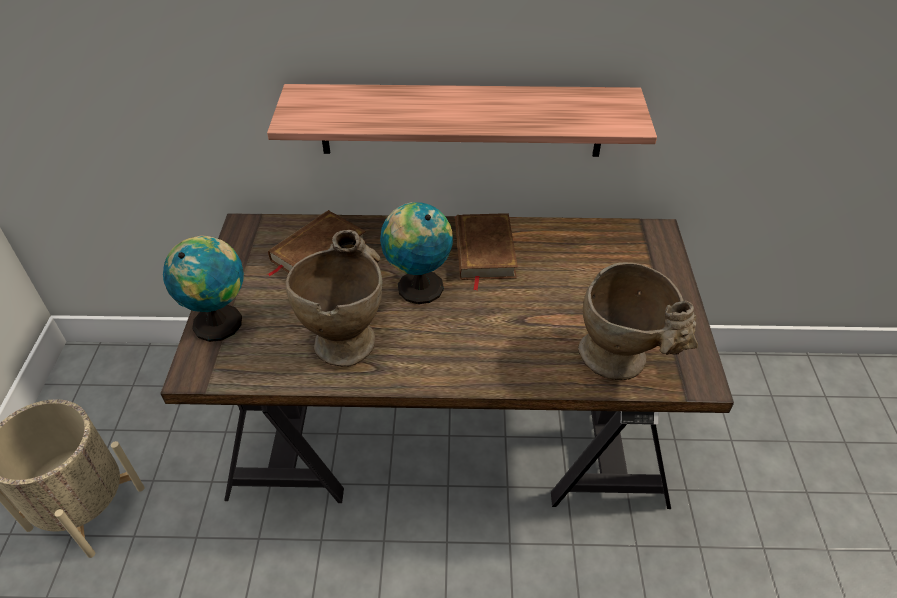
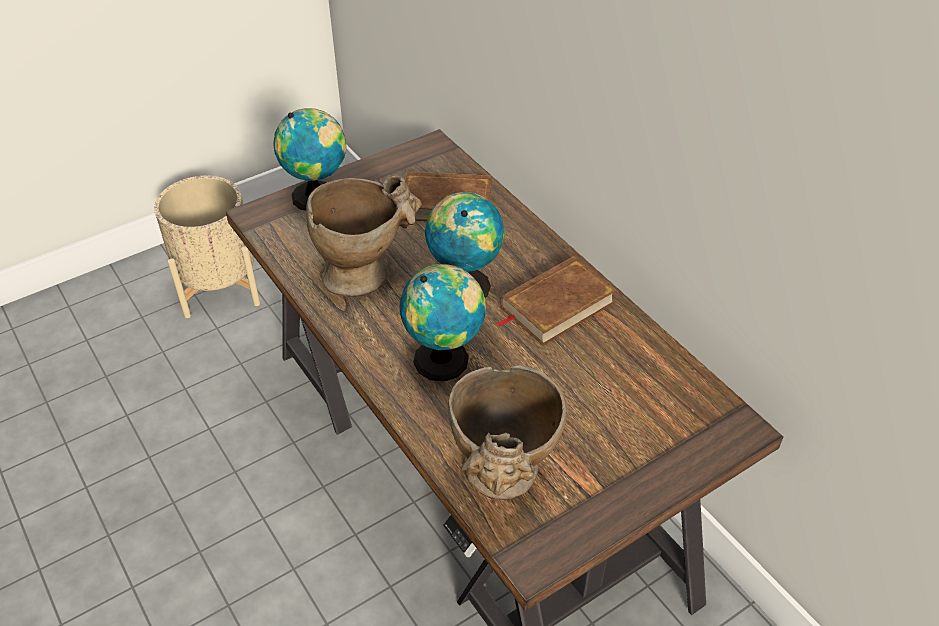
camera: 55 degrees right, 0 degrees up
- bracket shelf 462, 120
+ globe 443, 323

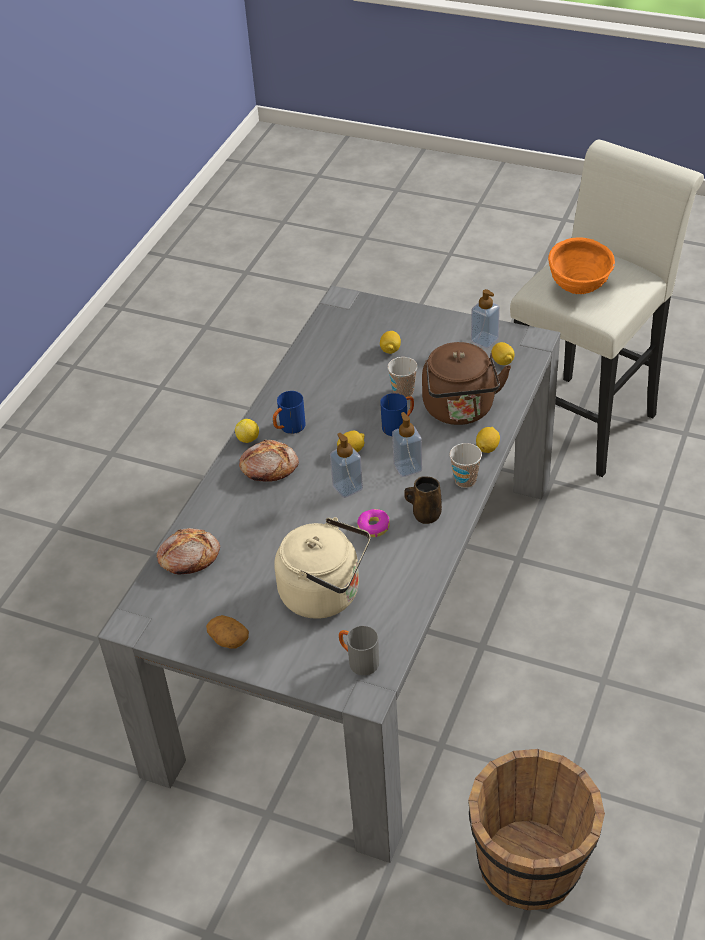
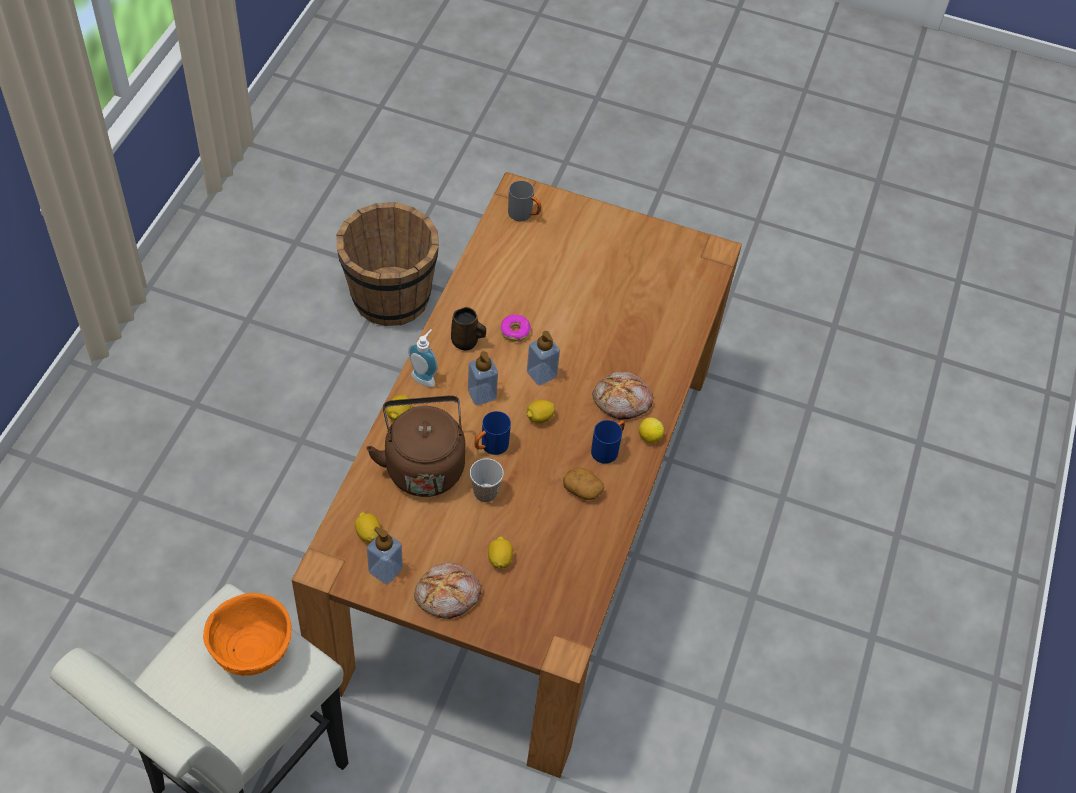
camera: 170 degrees right, 10 degrees up
~ gray dining table 329, 574 to brownish dining table 517, 475
~ cup 466, 465 to soap dispenser 423, 358
- beige kettle 322, 568
~ bakery bread 188, 551 to 447, 591
~ whole potato 227, 632 to 583, 483

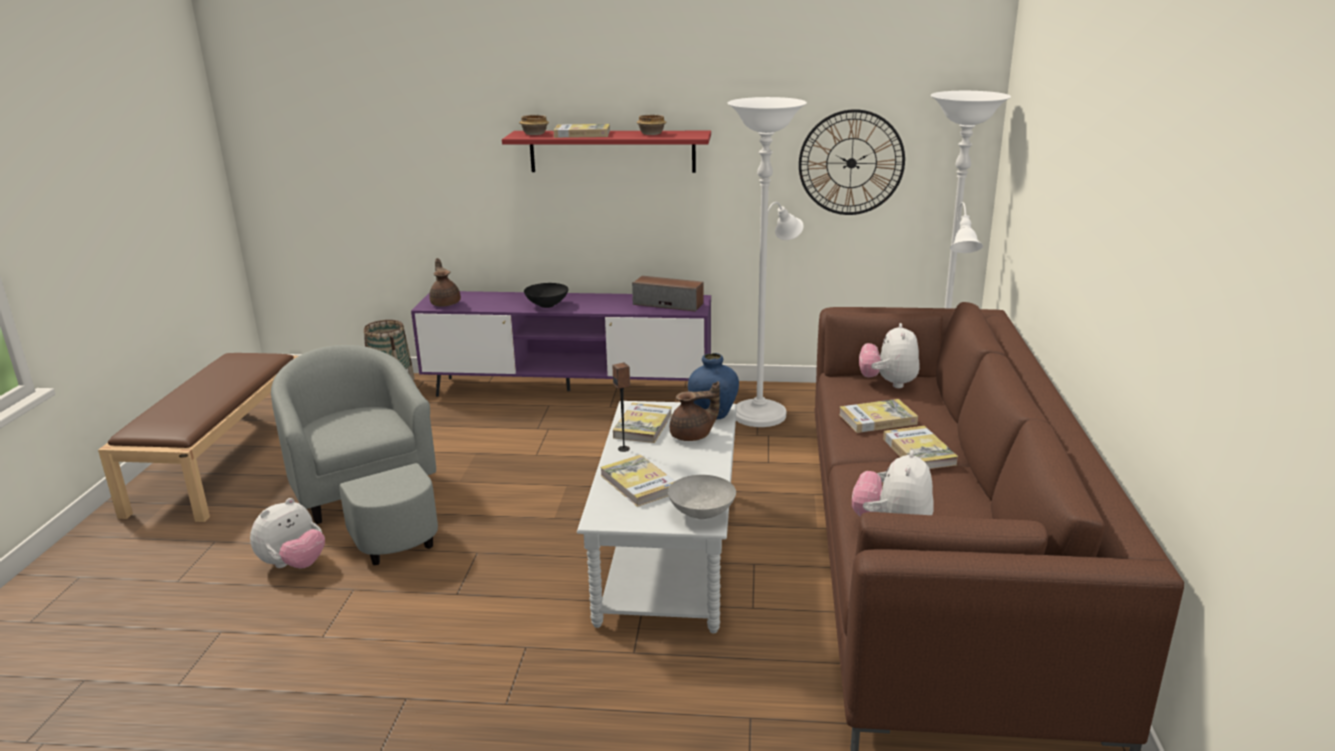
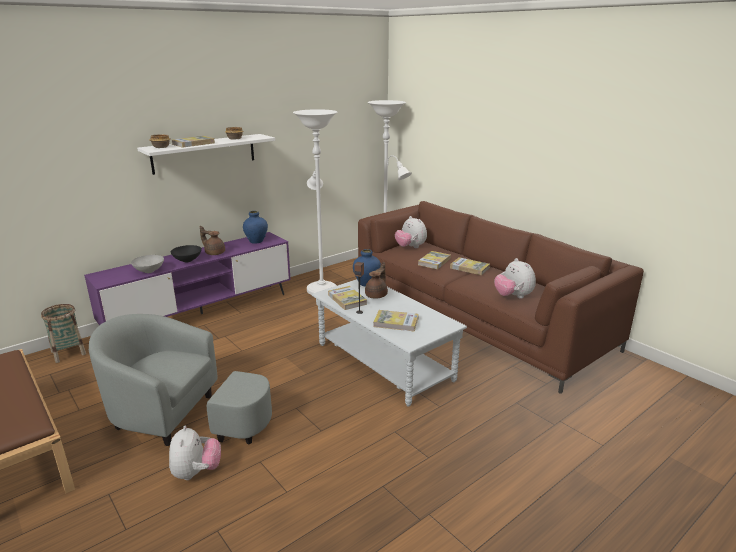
camera: 45 degrees left, 0 degrees up
- wall clock 852, 162
~ reddish bracket shelf 606, 152 to white bracket shelf 206, 154
~ brownish tea pot 445, 282 to 212, 240
~ speaker 667, 294 to blue-coloured flower vase 255, 227
~ gray deep dish 702, 497 to 147, 264

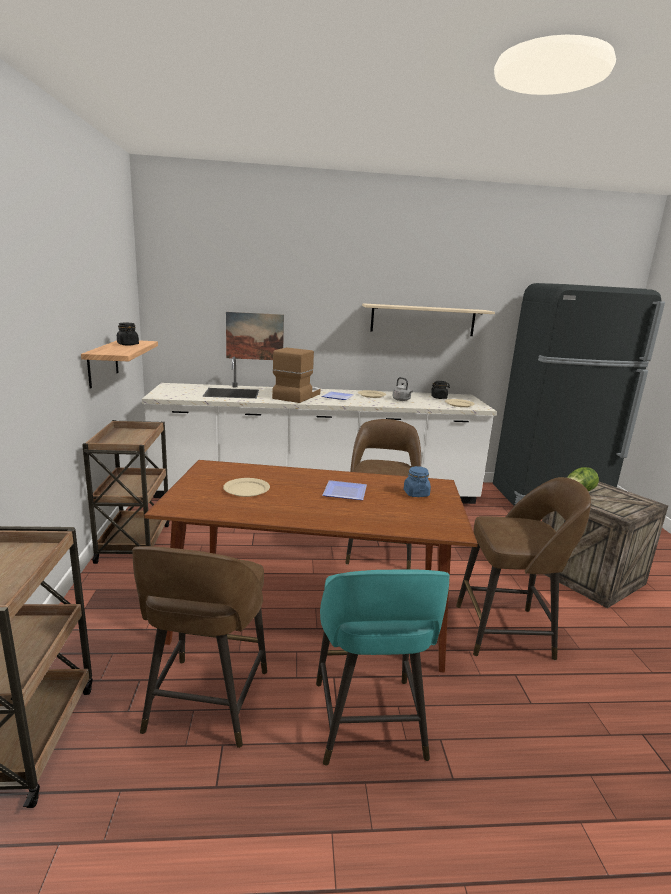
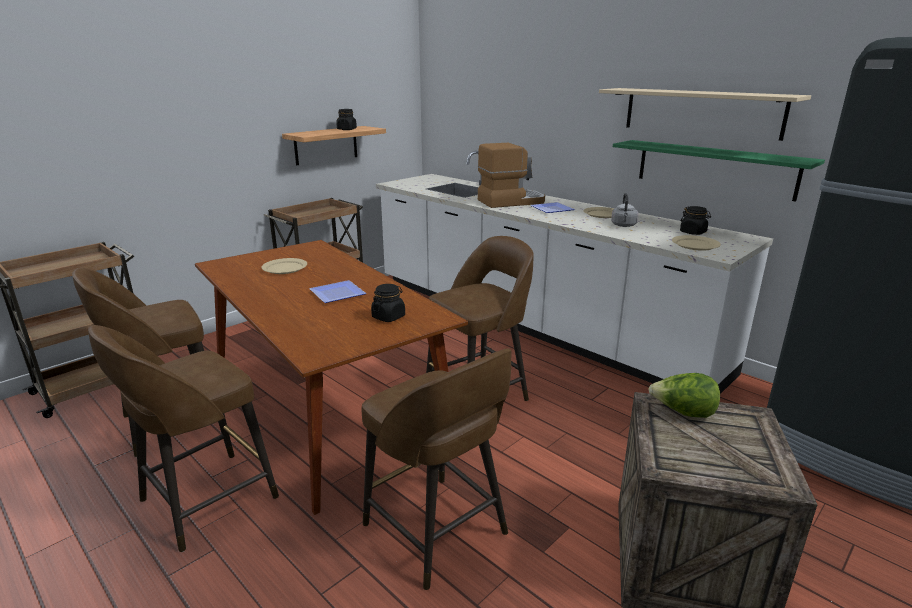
camera: 50 degrees right, 5 degrees up
- wall picture 255, 336
~ blue-coloured jar 417, 481 to blackish jar 388, 303
~ blue-green stool 383, 667 to brownish stool 183, 438
+ greenish bracket shelf 719, 170

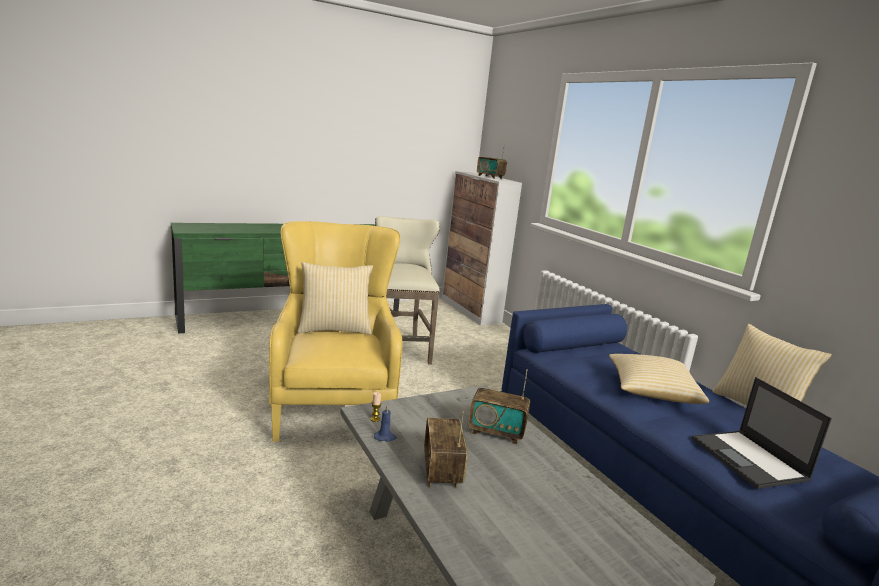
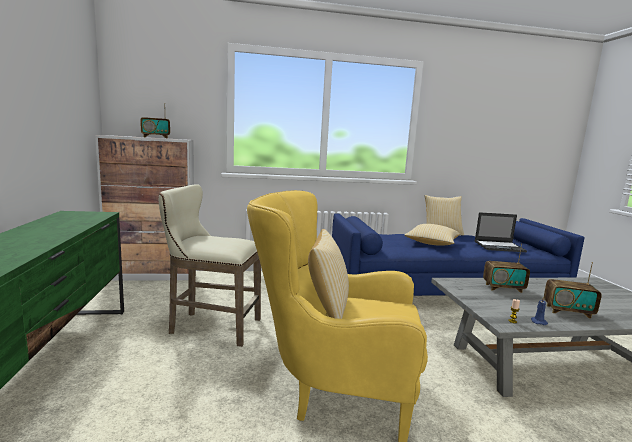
camera: 70 degrees left, 5 degrees down
~ radio set 499, 406 = 506, 268 60 degrees clockwise

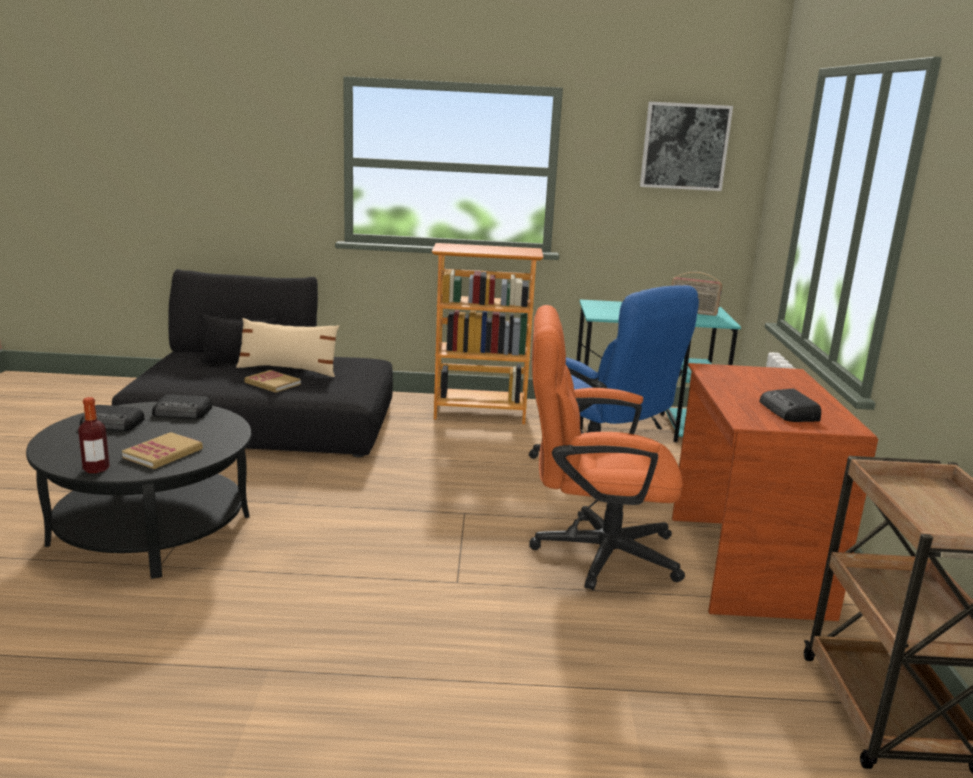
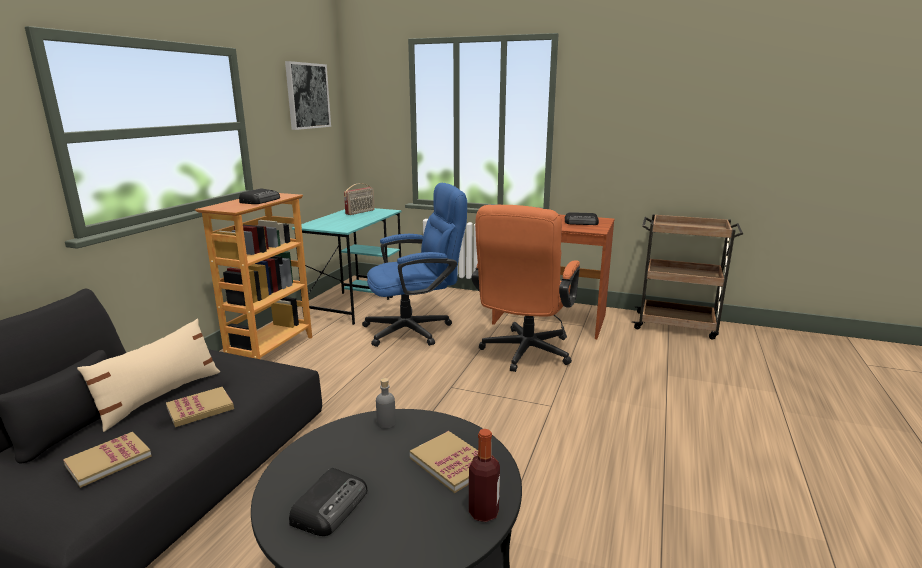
camera: 70 degrees left, 0 degrees up
~ radio set 182, 406 to 259, 196
+ gray drink bottle 386, 403
+ book 107, 460

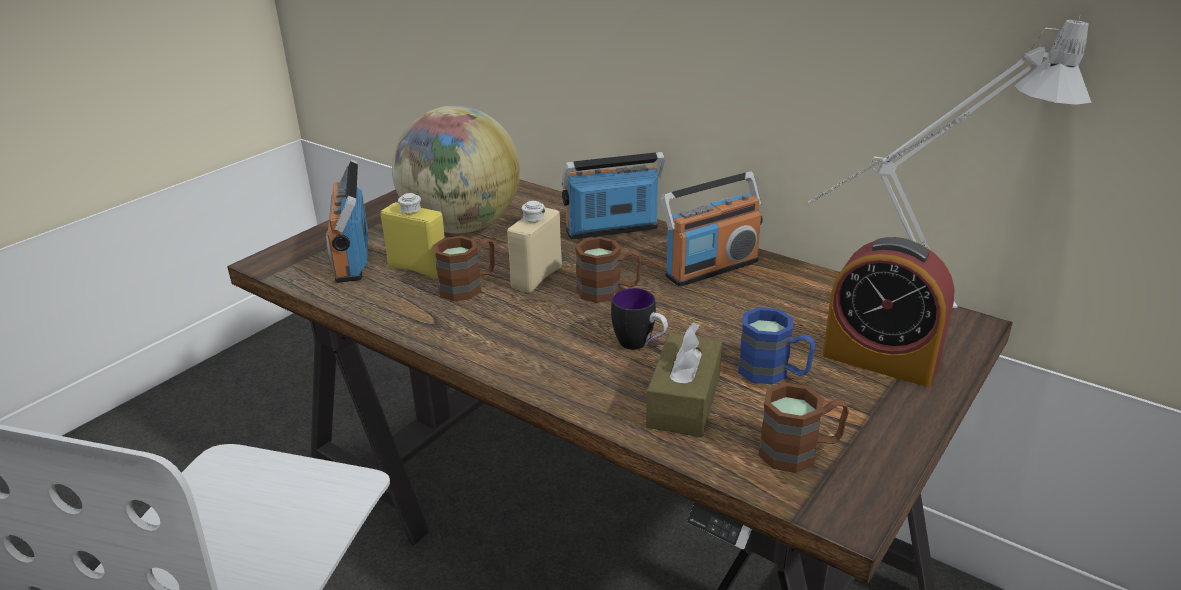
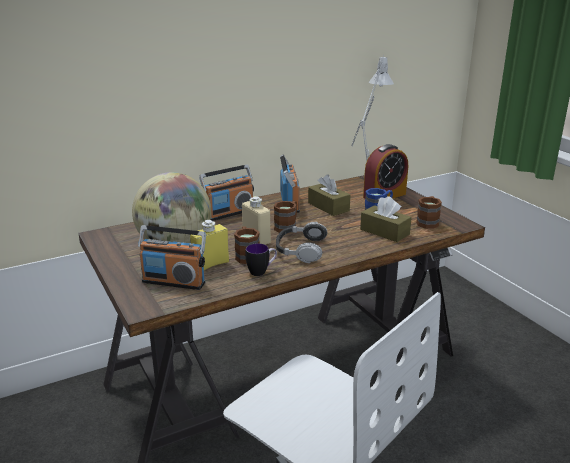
camera: 65 degrees left, 5 degrees down
~ radio set 613, 196 = 226, 192 135 degrees counterclockwise
~ coffee mug 639, 319 to 261, 259
+ brownish tissue box 329, 195
+ headset 302, 242

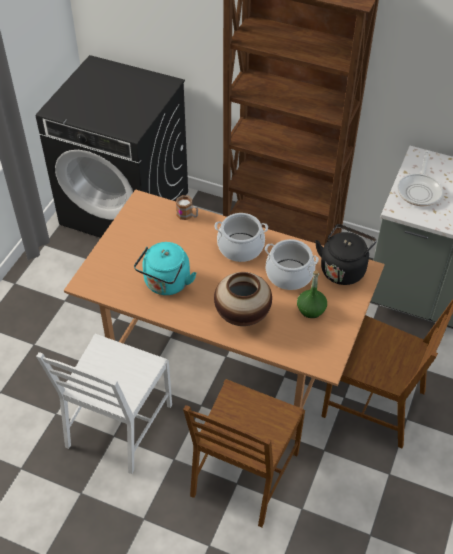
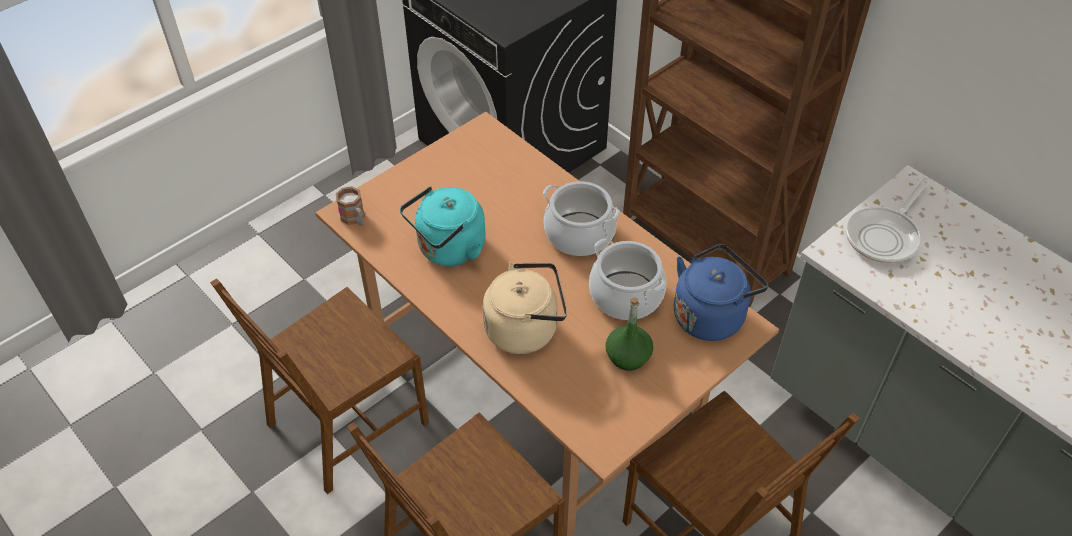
camera: 25 degrees right, 0 degrees up
~ coffee mug 187, 207 to 350, 206
~ blackish kettle 346, 254 to blue-coloured kettle 721, 292
~ flower vase 243, 299 to beige kettle 525, 308
~ white chair 104, 404 to brownish chair 319, 386

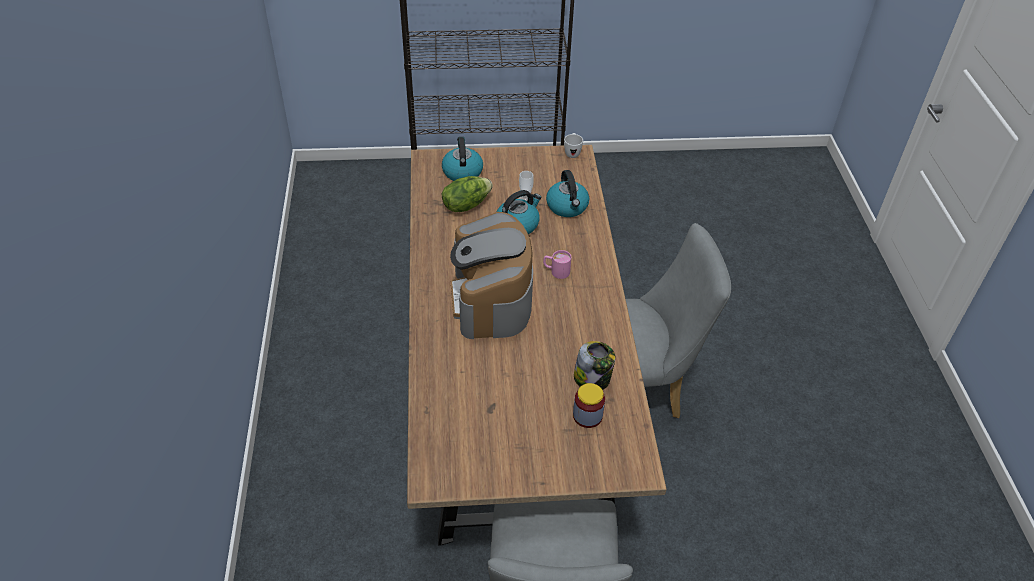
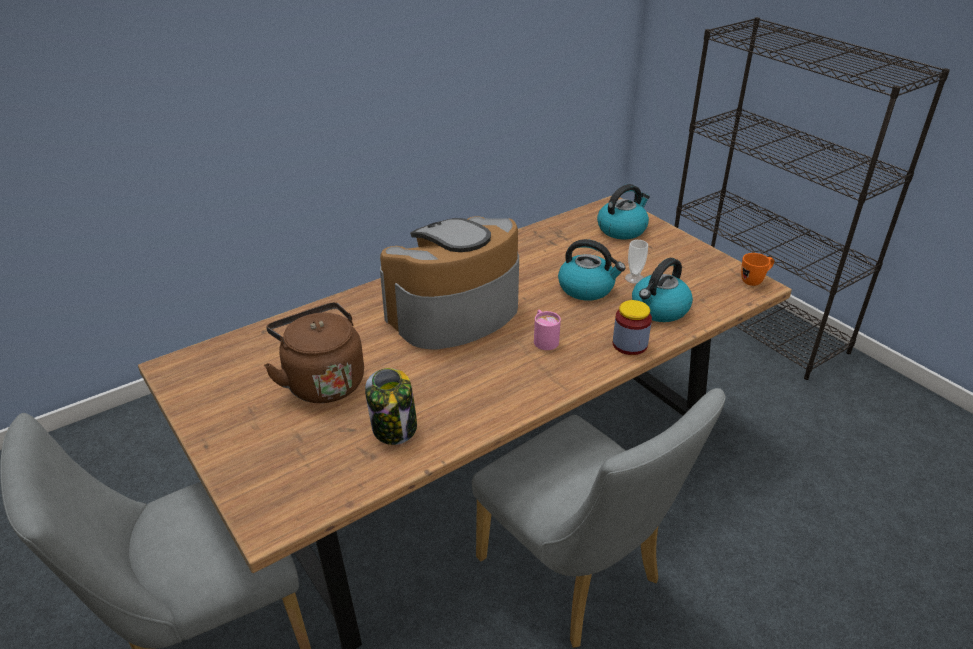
camera: 60 degrees right, 10 degrees down
~ white coffee mug 573, 145 to orange coffee mug 757, 269
- lettuce head 467, 194
~ jar 589, 405 to 632, 327
+ brownish kettle 314, 352

